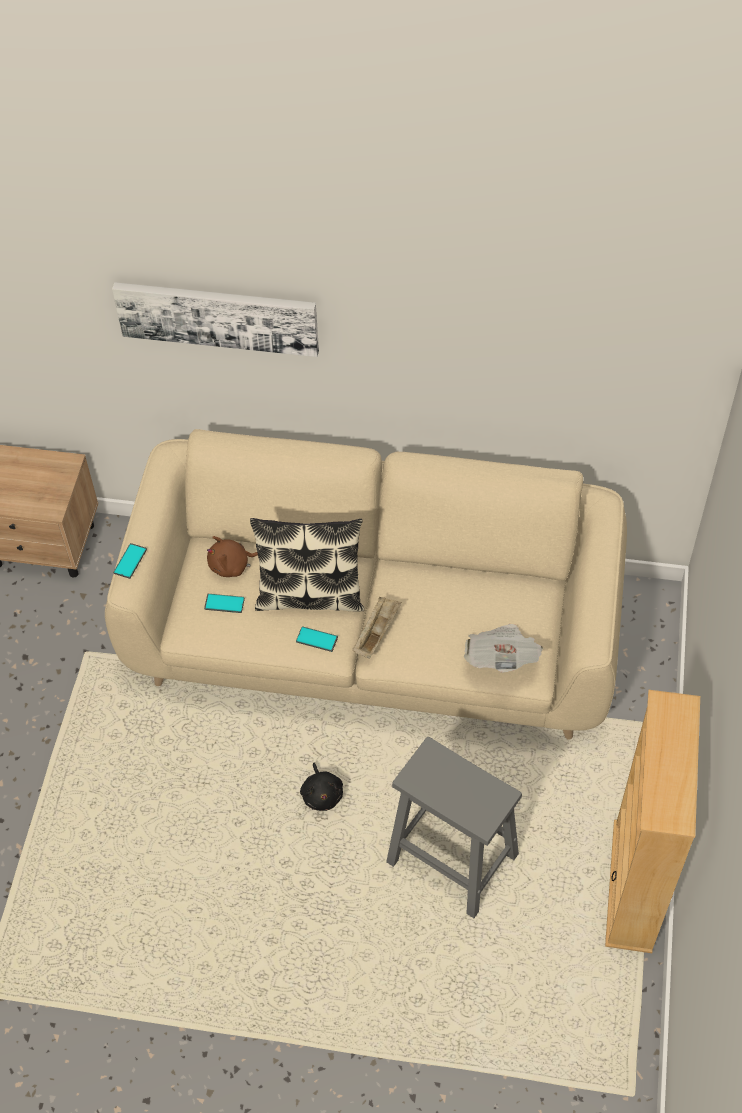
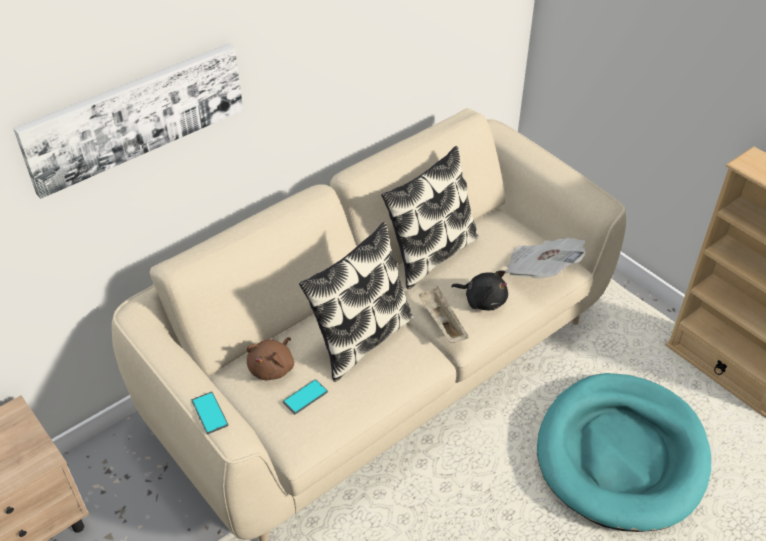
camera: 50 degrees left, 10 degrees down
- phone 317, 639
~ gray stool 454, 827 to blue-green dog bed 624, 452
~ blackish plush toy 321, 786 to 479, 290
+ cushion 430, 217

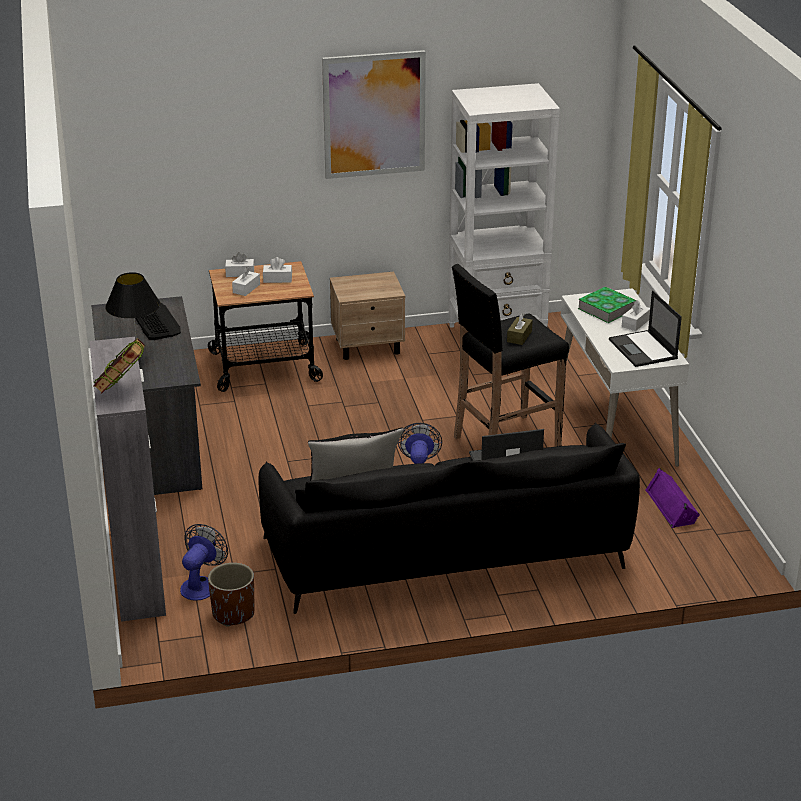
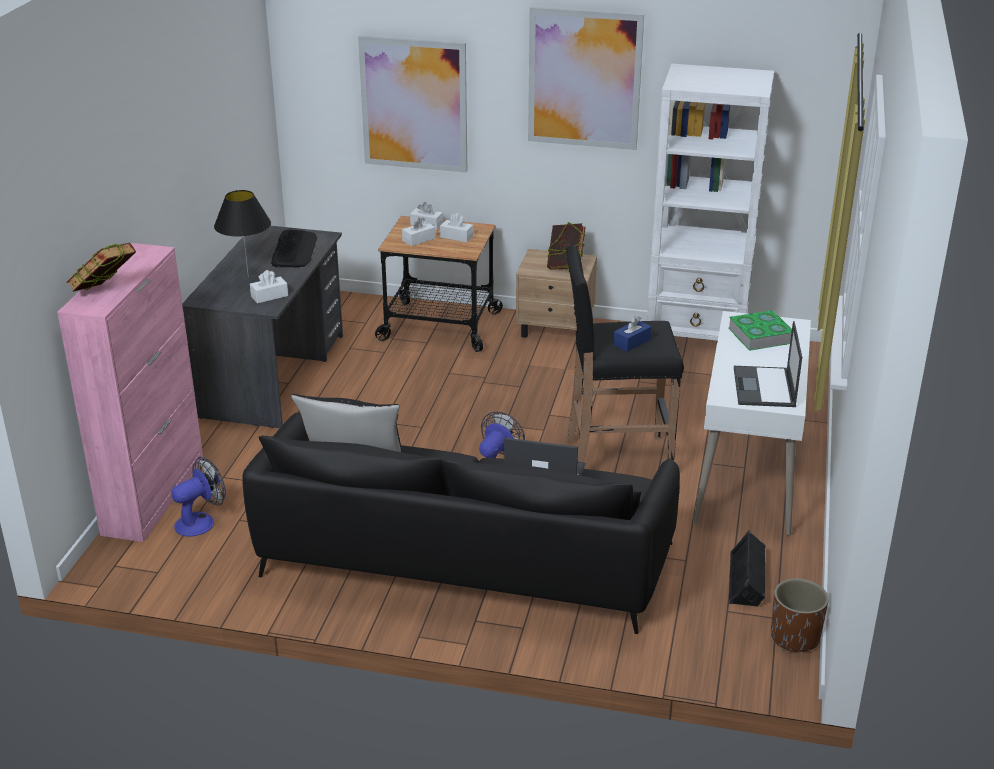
camera: 25 degrees right, 0 degrees up
~ white tissue box 636, 315 to 269, 286
~ brownish tissue box 520, 329 to blue-coloured tissue box 632, 334
~ gray storage cabinet 127, 479 to pink storage cabinet 130, 392
~ purple speaker 672, 498 to blackish speaker 747, 568
~ brownish plant pot 231, 595 to 800, 615
+ wall picture 412, 104
+ book 566, 246

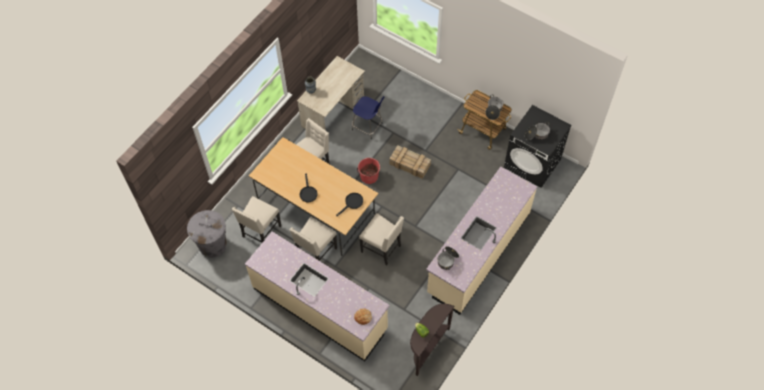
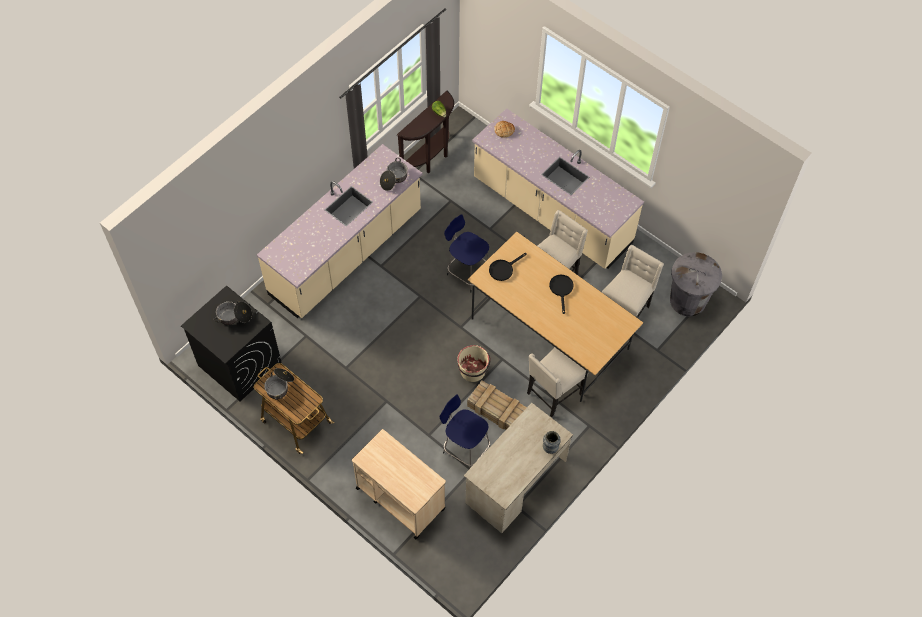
camera: 175 degrees left, 0 degrees up
~ crate 410, 162 to 497, 405
~ reddish pail 368, 171 to beige pail 473, 363
~ beige chair 381, 239 to blue-coloured stool 466, 253
+ beige wheeled cart 399, 484

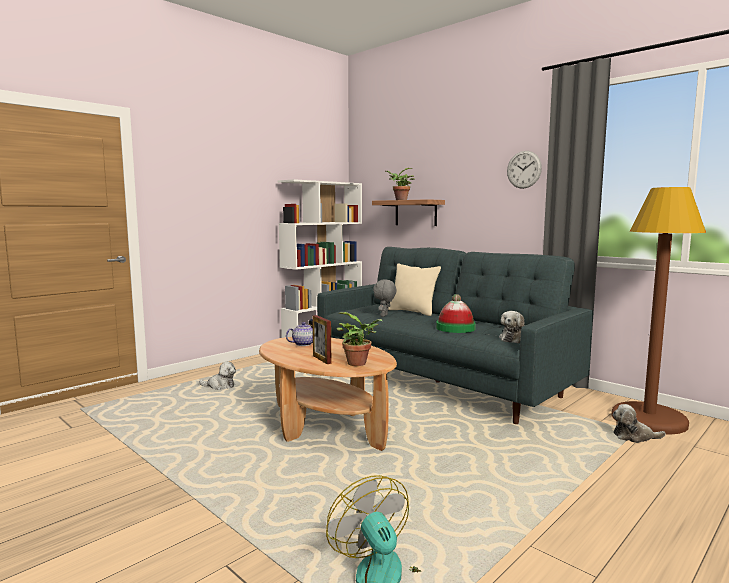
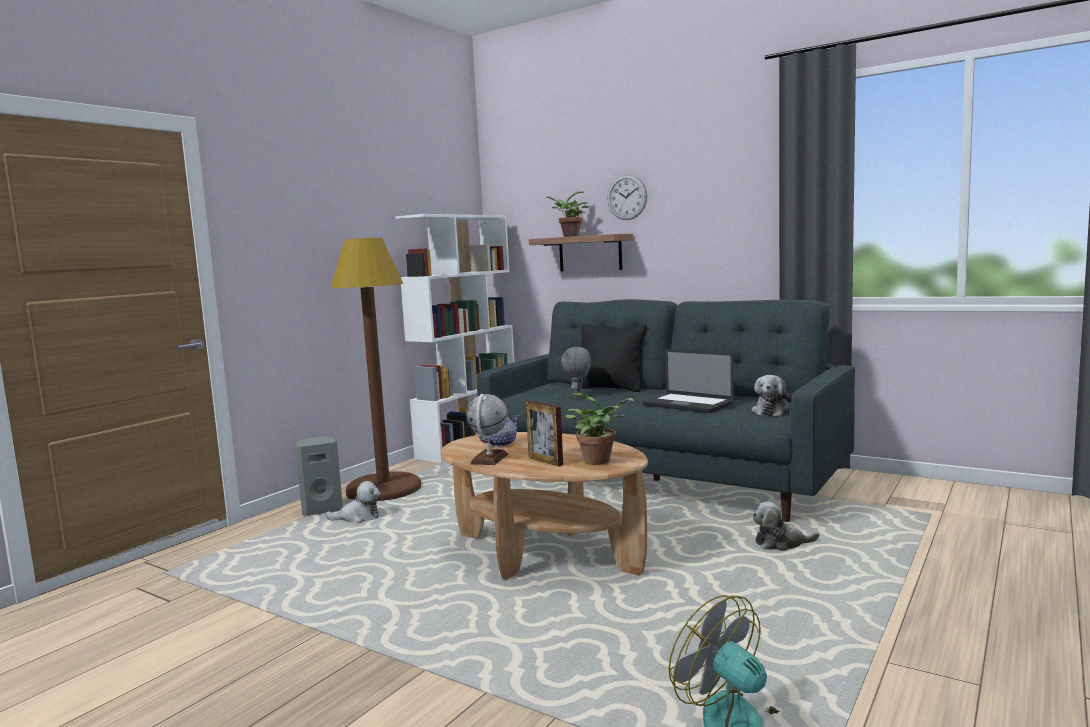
camera: 10 degrees left, 0 degrees up
~ wall clock 524, 170 to 627, 197
~ brownish floor lamp 659, 310 to 376, 369
~ beige cushion 414, 289 to blackish cushion 614, 358
~ hat 456, 313 to portable computer 688, 381
~ plush toy 639, 423 to 785, 526
+ globe 487, 429
+ gray speaker 319, 476

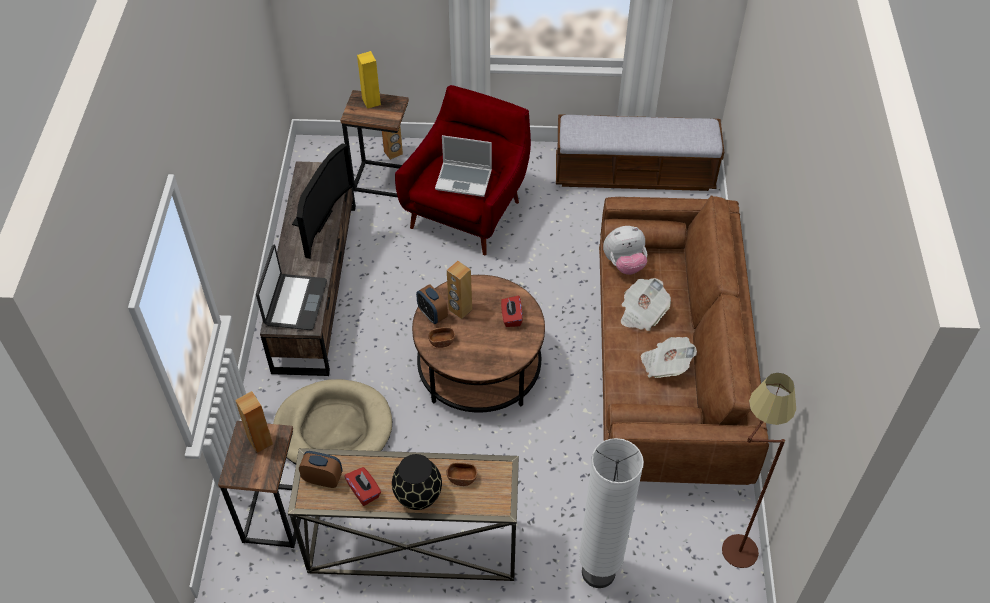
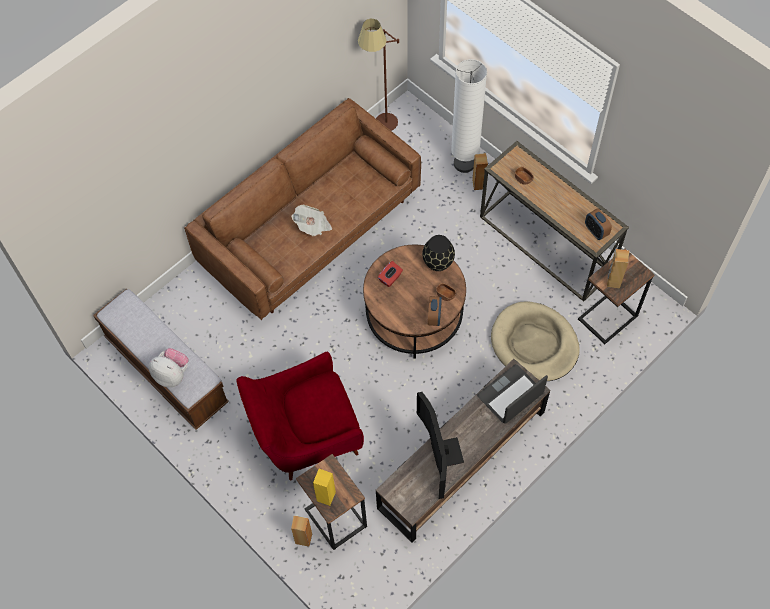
camera: 135 degrees left, 10 degrees up
- portable computer 463, 166
~ TV 322, 201 = 440, 445 75 degrees counterclockwise
~ plush toy 625, 250 to 169, 367
~ brownish speaker 459, 290 to 480, 171
- printed paper 668, 357
~ blackish flower vase 417, 482 to 438, 253
- reddish tissue box 363, 486

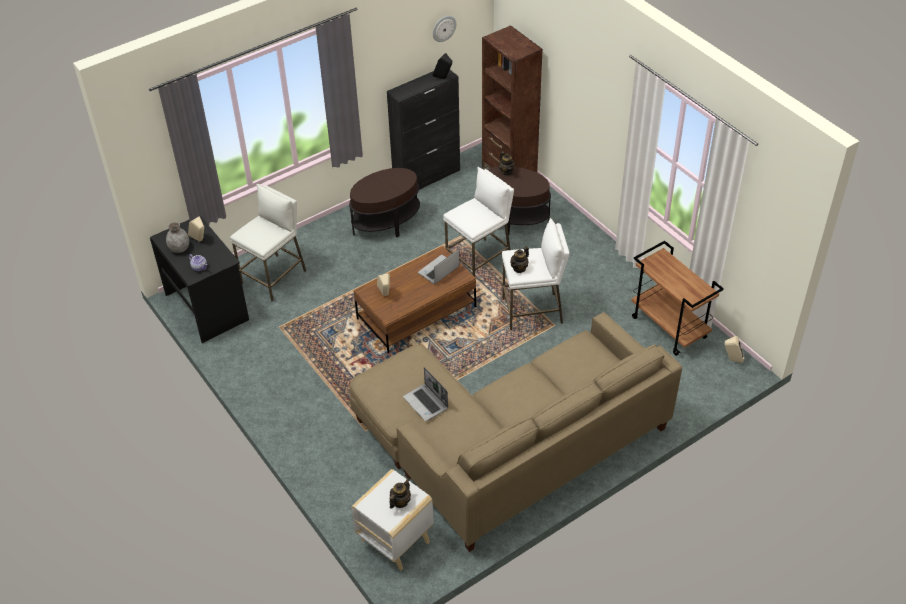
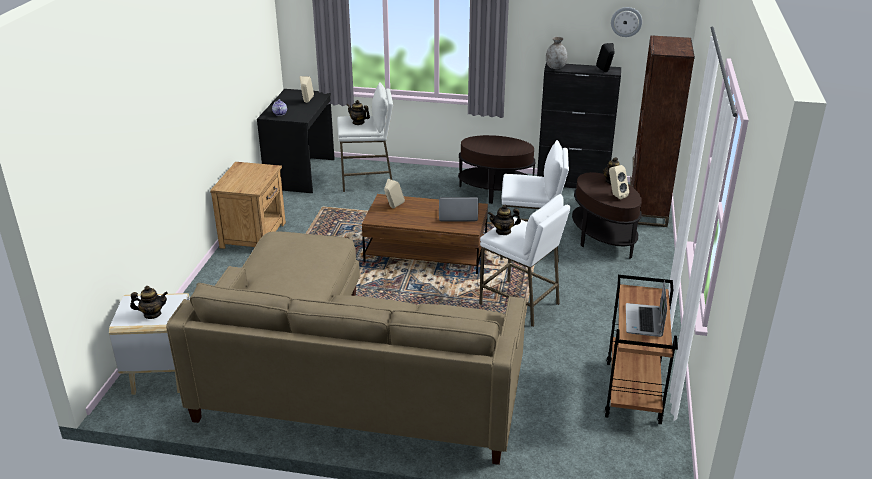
camera: 45 degrees right, 15 degrees down
~ gray flower vase 177, 237 to 557, 53
~ beige speaker 734, 349 to 619, 182
~ portable computer 425, 394 to 646, 308
+ tea pot 358, 112
+ brownish nightstand 248, 205

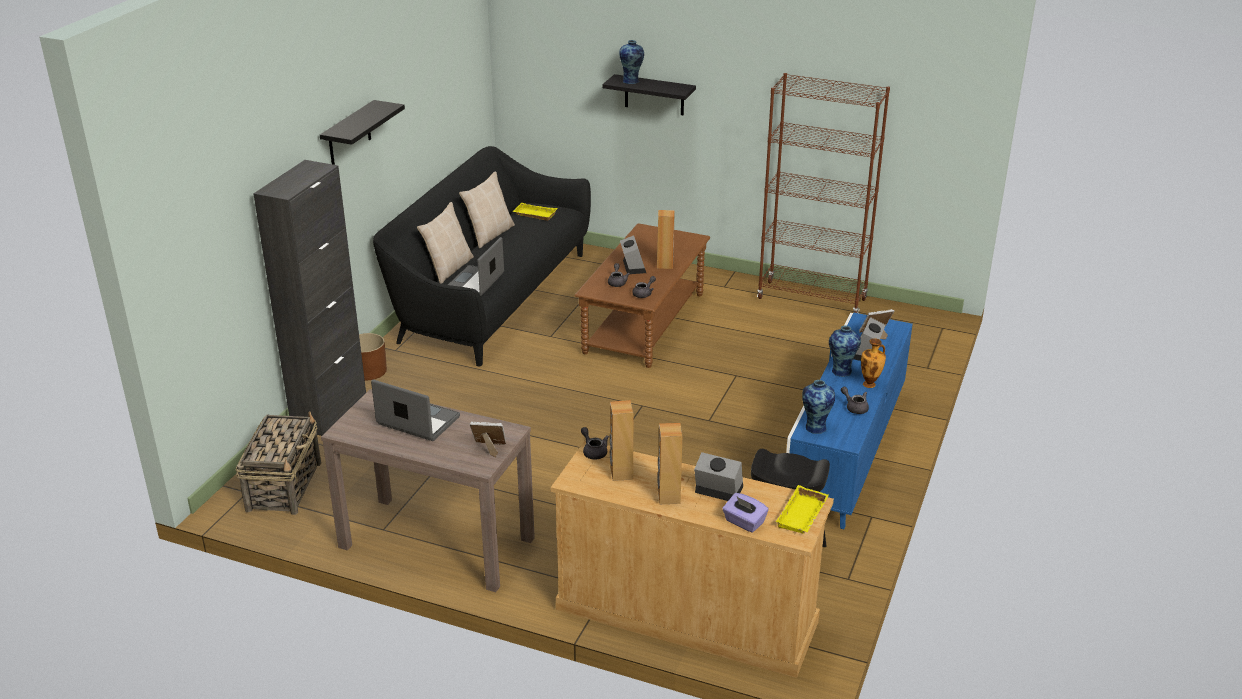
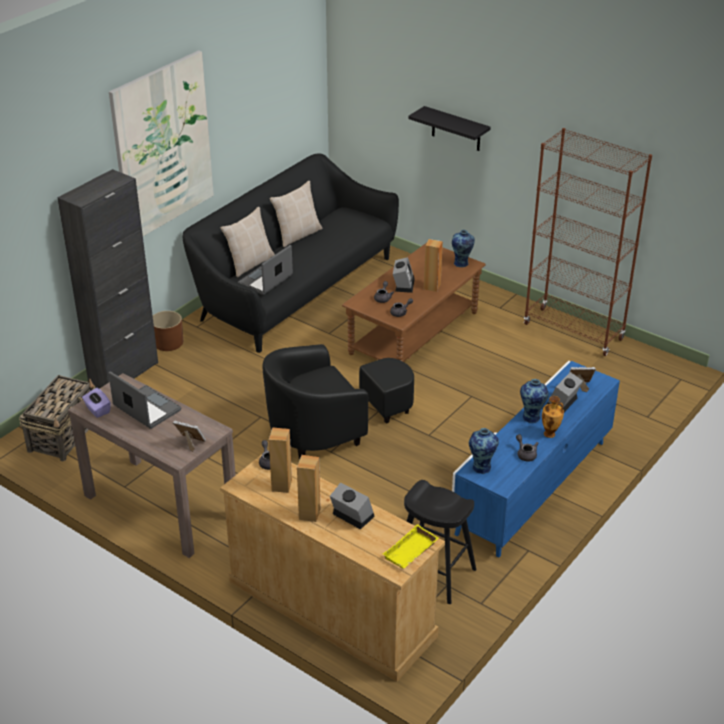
camera: 15 degrees right, 5 degrees up
~ flower vase 631, 62 to 463, 248
~ blackish bracket shelf 362, 132 to wall picture 161, 143
- yellowish serving tray 534, 212
~ purple tissue box 745, 513 to 96, 403
+ blackish armchair 338, 401

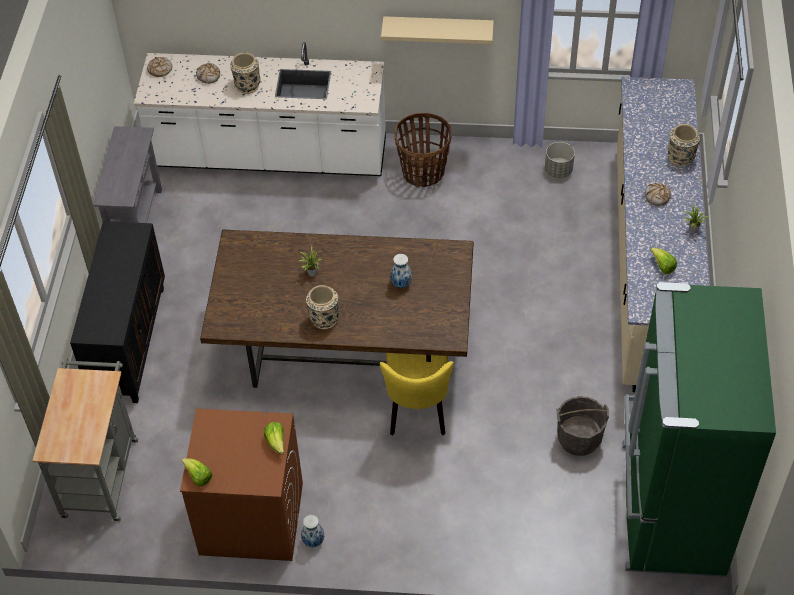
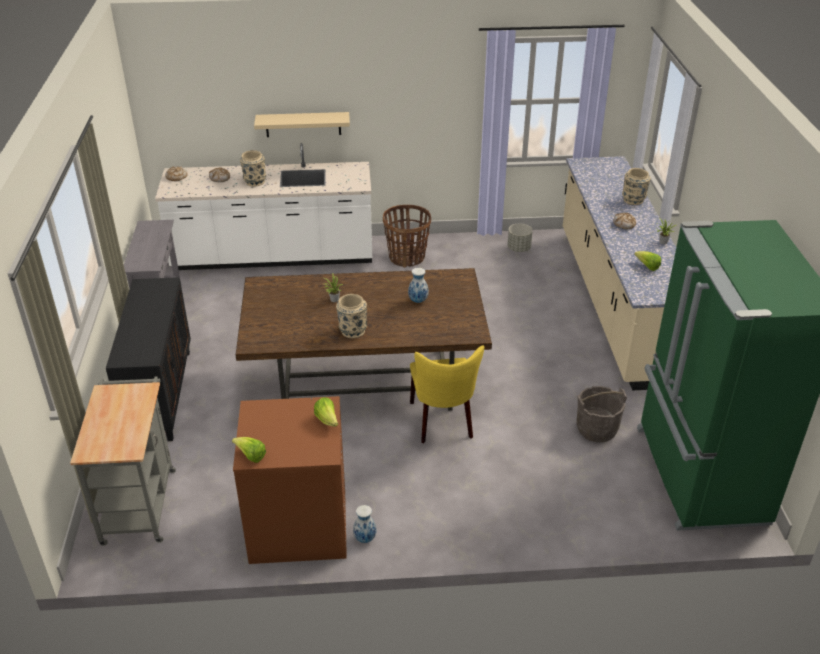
camera: 10 degrees left, 15 degrees down
~ beige bracket shelf 437, 30 to 302, 124

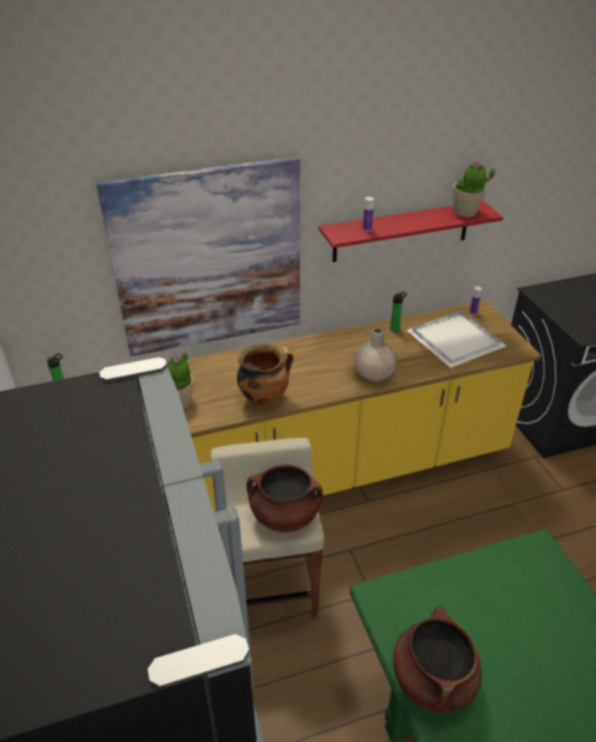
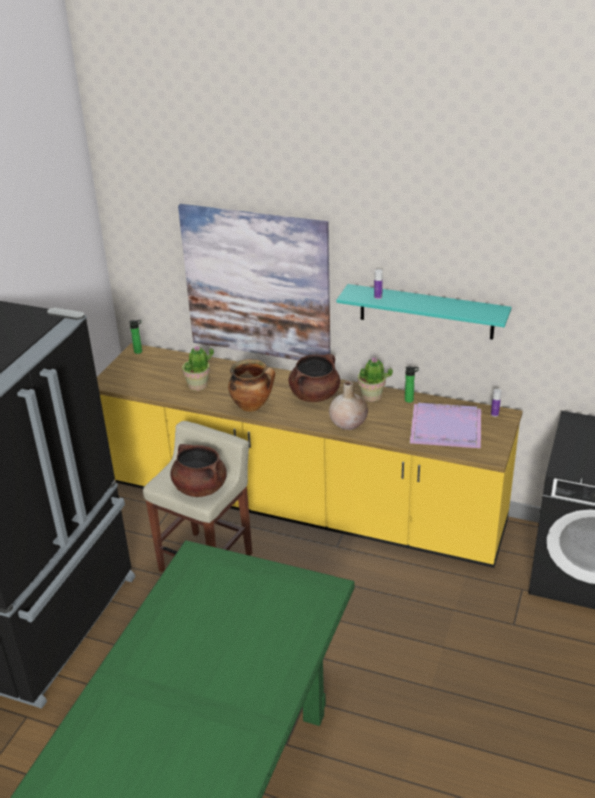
camera: 40 degrees right, 5 degrees down
~ potted plant 473, 189 to 375, 379
~ reddish bracket shelf 411, 231 to blue-green bracket shelf 423, 312
~ white serving tray 456, 339 to purple serving tray 445, 425
~ brownish cooking pot 437, 659 to 314, 378

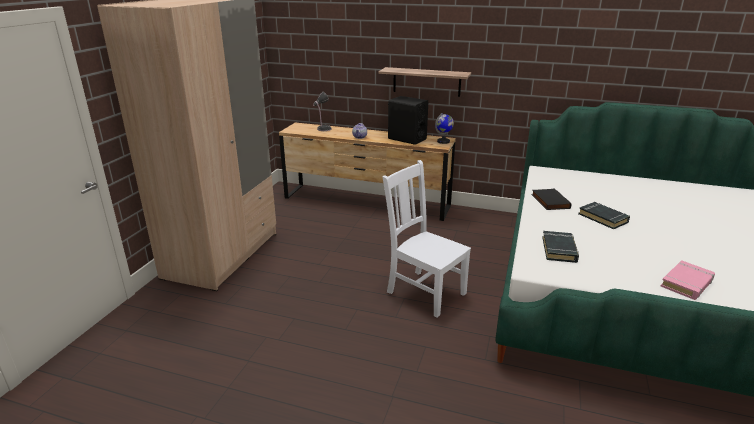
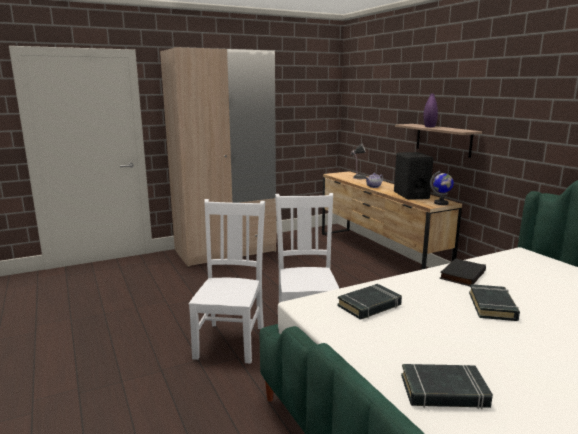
camera: 45 degrees right, 10 degrees down
~ pink book 688, 280 to blackish book 447, 386
+ purple flower vase 430, 110
+ white chair 227, 281

